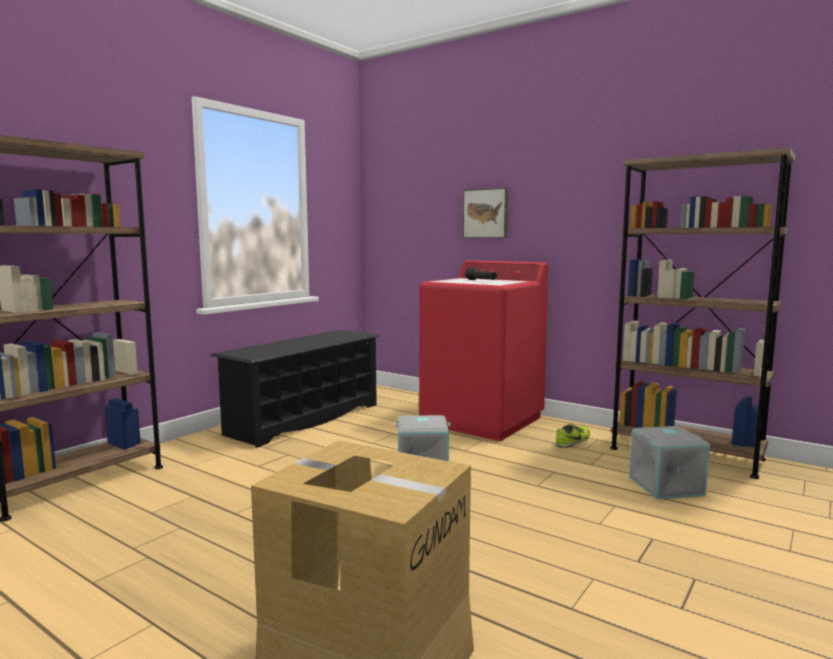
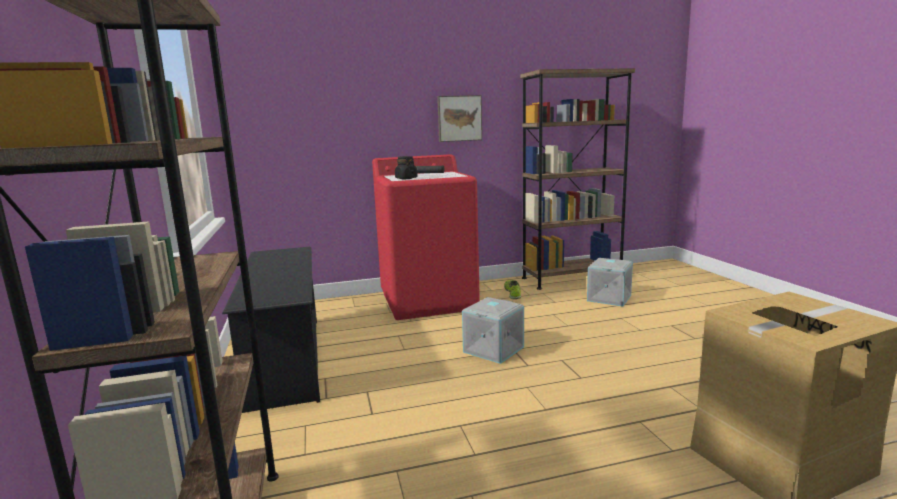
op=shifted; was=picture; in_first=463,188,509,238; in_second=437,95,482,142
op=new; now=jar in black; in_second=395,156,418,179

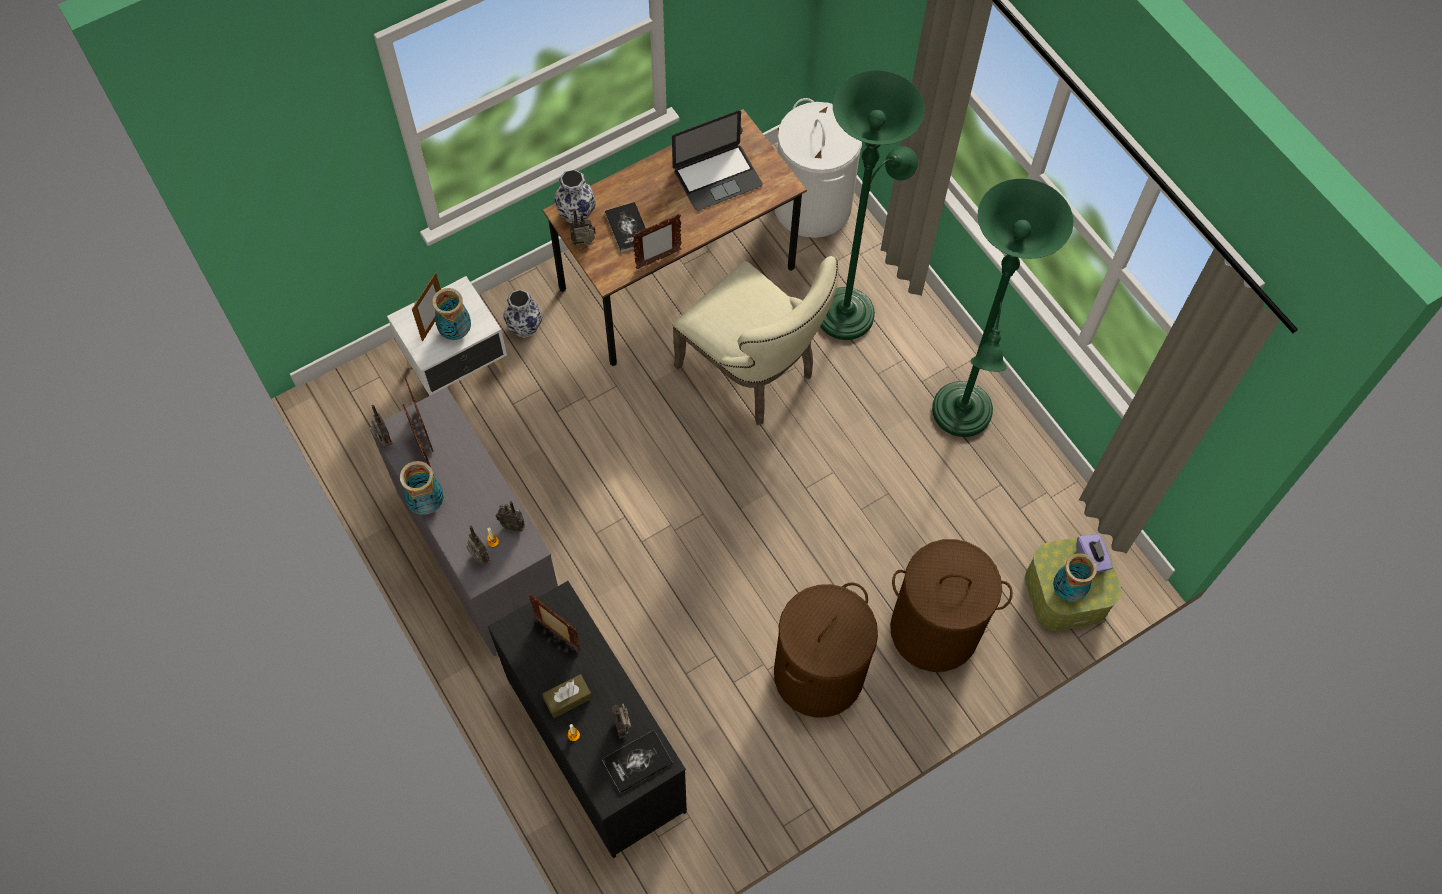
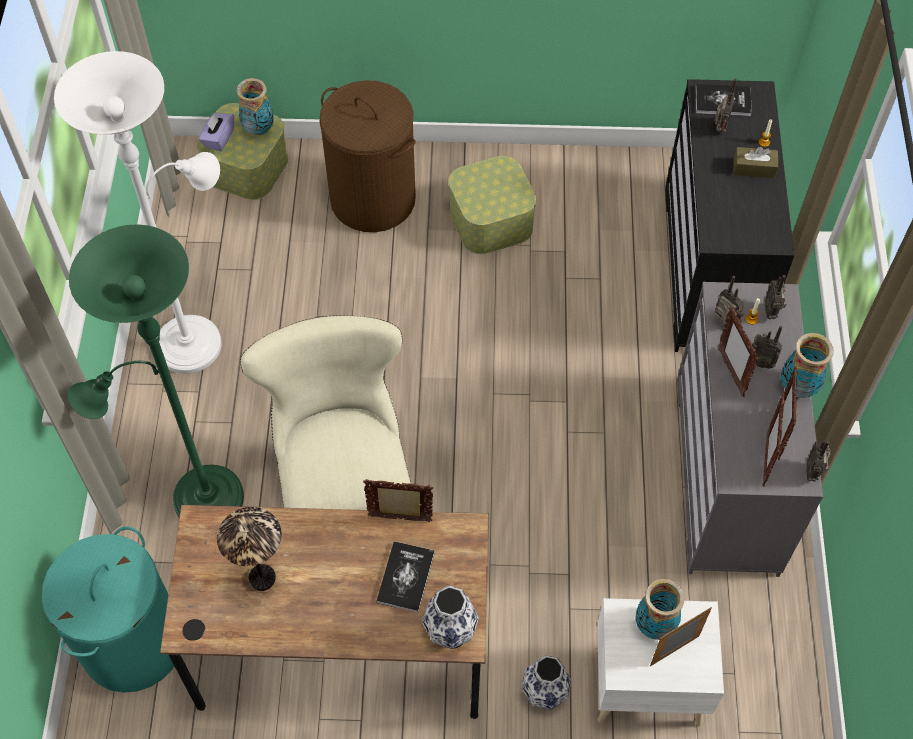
op=shifted; was=picture frame; in_first=528,593,580,652; in_second=718,306,759,397
op=shifted; was=radio; in_first=570,209,596,247; in_second=752,326,782,369
op=swapped; was=laptop; now=table lamp; in_first=672,110,763,211; in_second=217,507,282,591
op=repainted; was=laundry basket in white; now=laundry basket in turquoise; in_first=774,98,862,238; in_second=42,526,174,693
op=swapped; was=laundry basket in brown; now=storage box; in_first=774,582,878,718; in_second=449,156,536,254
op=repainted; was=floor lamp in green; now=floor lamp in white; in_first=932,179,1073,437; in_second=54,51,222,374

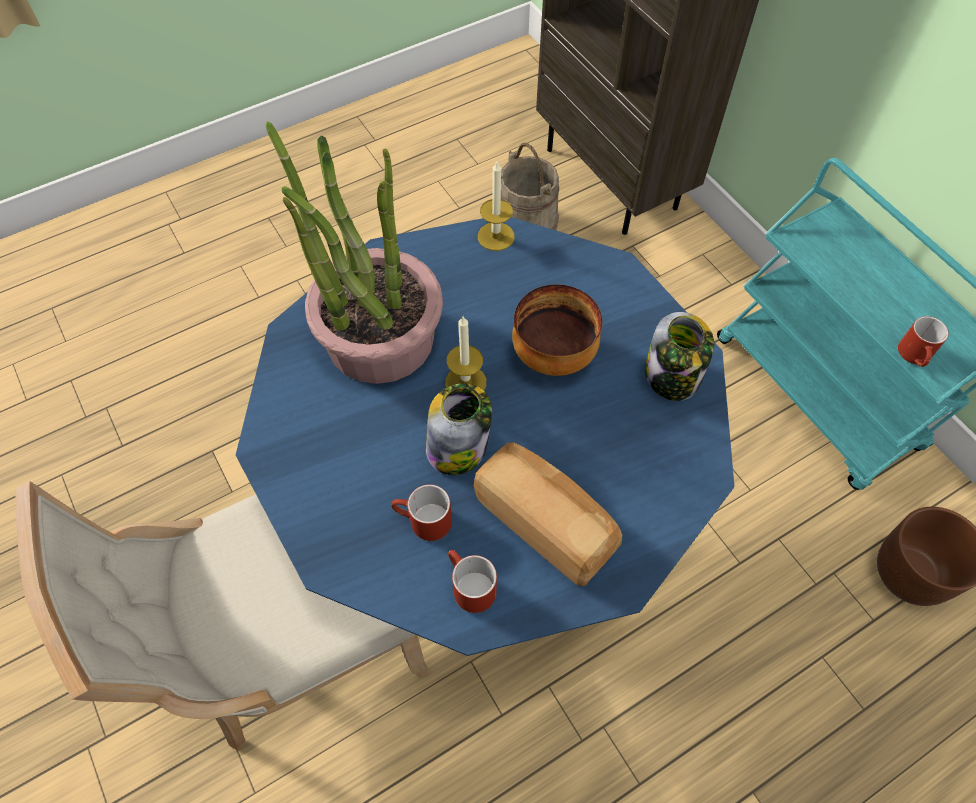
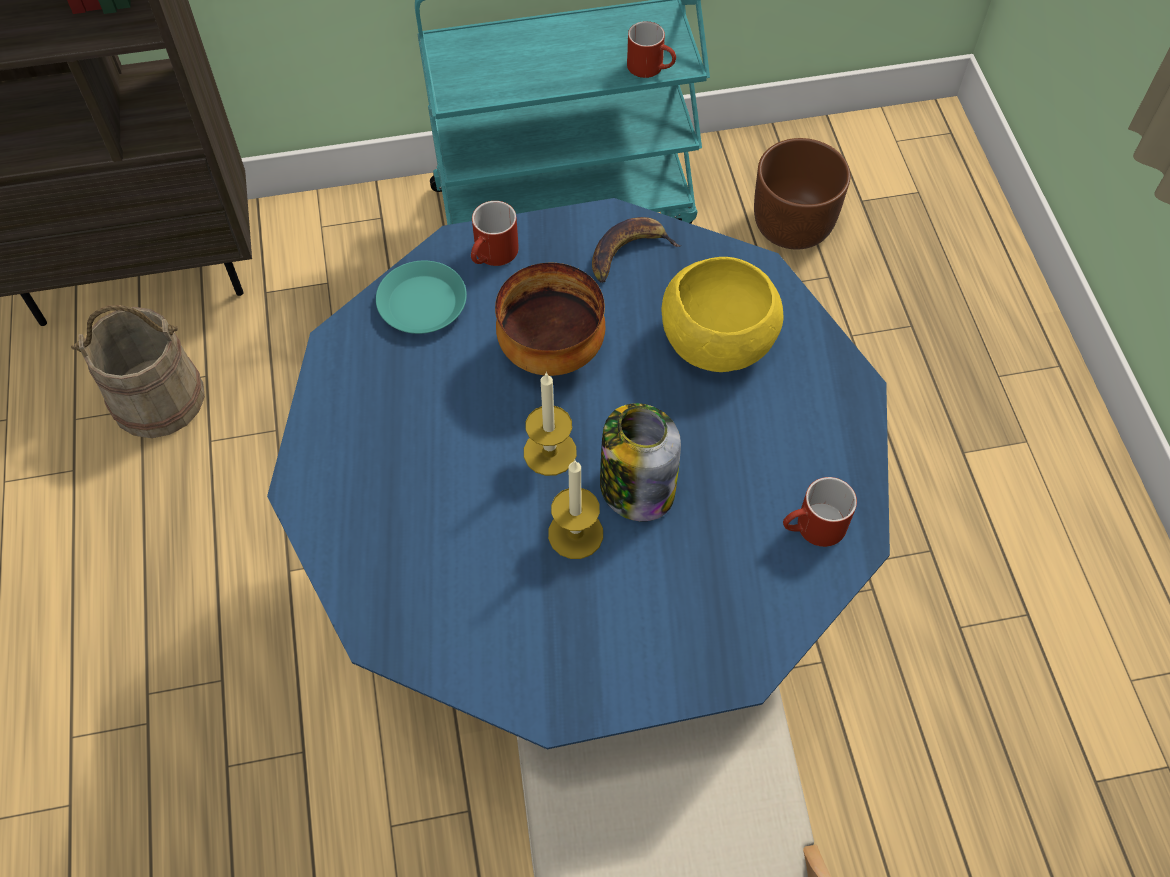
op=gone; was=potted plant; in_first=265,122,443,384
op=shifted; was=mug in red; in_first=391,484,452,541; in_second=471,201,519,266
op=gone; was=bread; in_first=474,443,622,586
op=shifted; was=candle; in_first=478,162,515,251; in_second=548,459,603,559
op=swapped; was=jar; now=banana; in_first=645,312,714,401; in_second=592,217,681,283
op=new; now=plate in turquoise; in_second=376,260,467,334
op=new; now=bowl in yellow; in_second=661,257,784,372

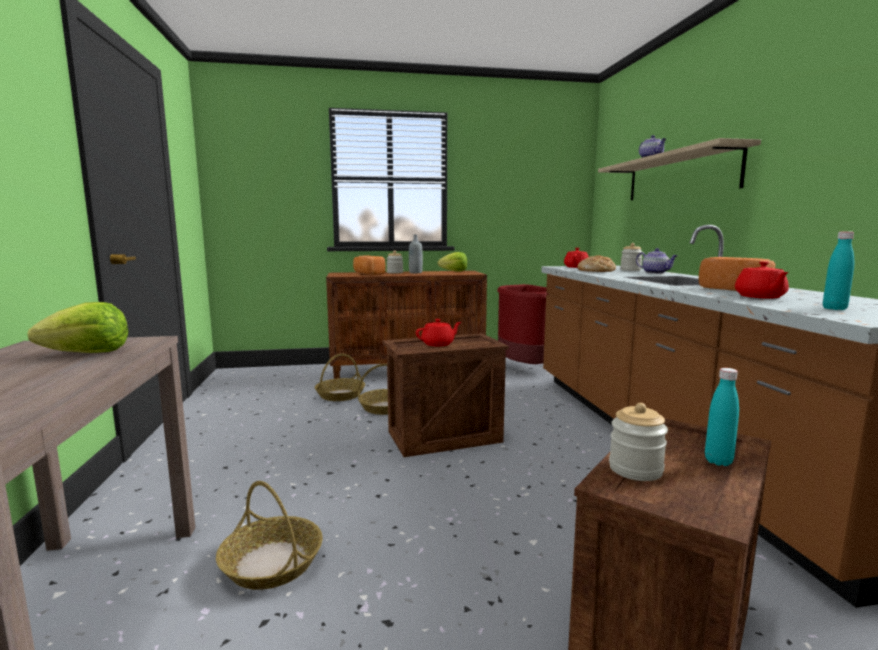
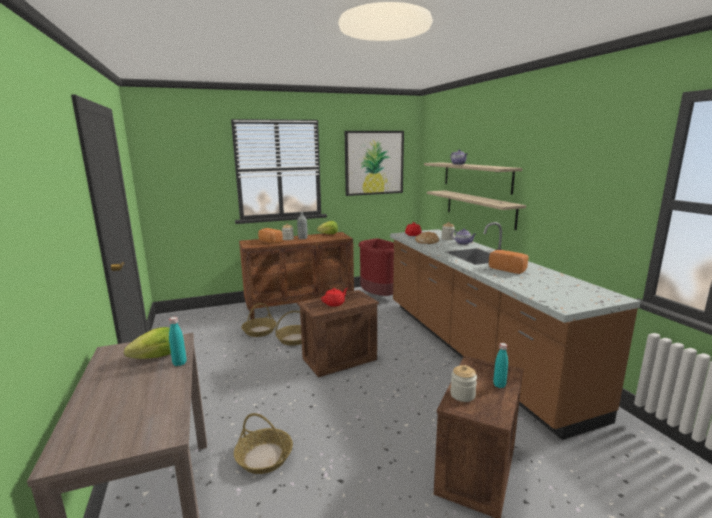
op=gone; was=teapot in red; in_first=735,261,789,299
op=shifted; was=bottle in turquoise; in_first=823,231,854,310; in_second=169,317,186,366
op=new; now=picture; in_second=345,131,404,196
op=new; now=shelf; in_second=427,190,526,230

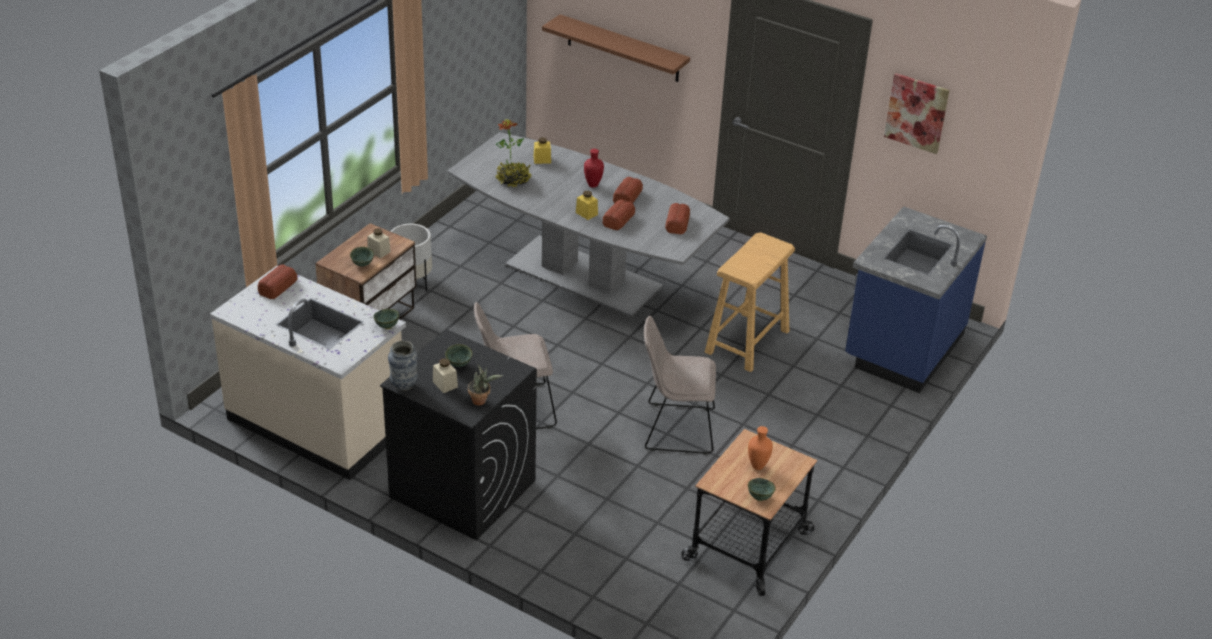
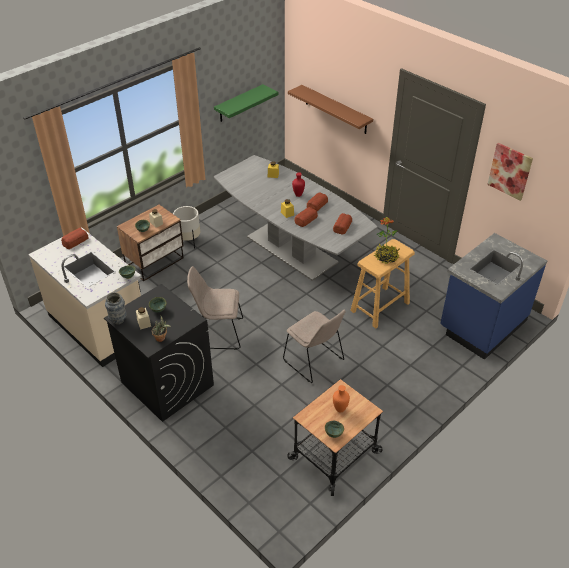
op=shifted; was=potted plant; in_first=495,119,532,187; in_second=374,217,400,264
op=rotated; was=chair in beige; in_first=644,316,716,455; in_second=283,310,346,383; clockwise=-150
op=new; now=shelf in green; in_second=214,84,279,122

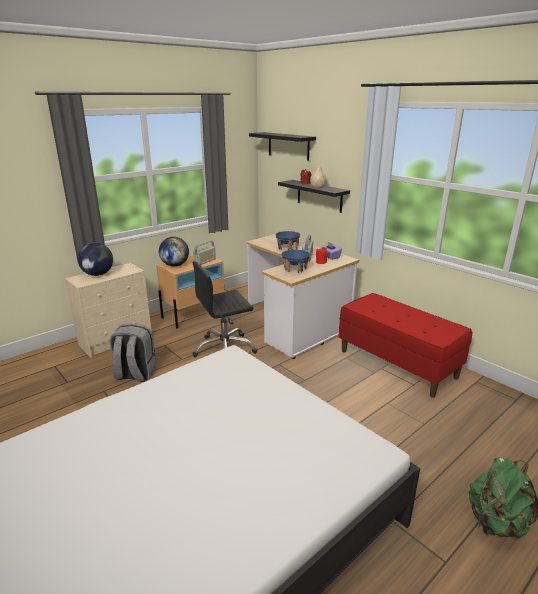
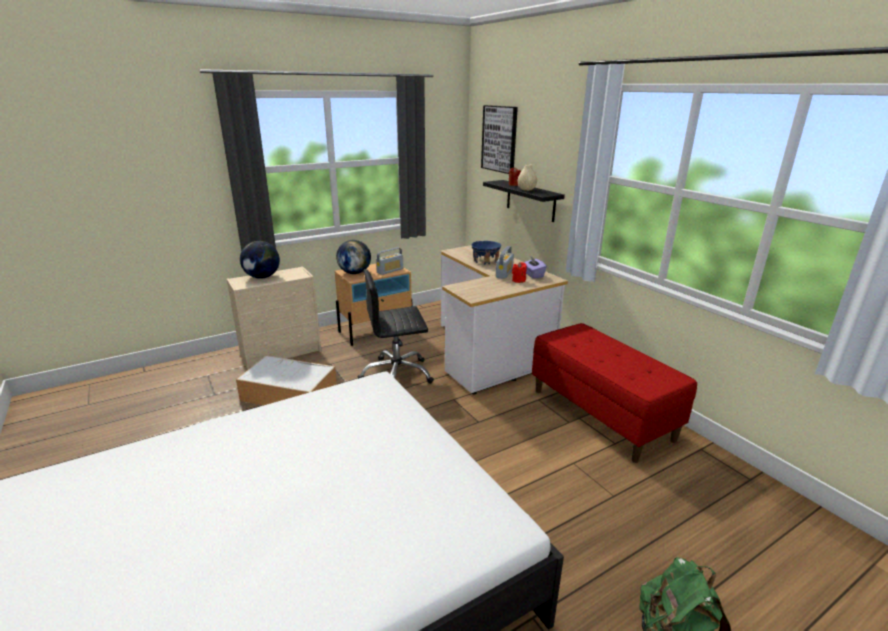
op=swapped; was=backpack in grey; now=storage box; in_first=110,323,157,382; in_second=236,355,337,405
op=swapped; was=shelf in black; now=picture; in_first=249,132,316,161; in_second=481,105,518,174
op=gone; was=bowl in blue; in_first=281,249,310,273

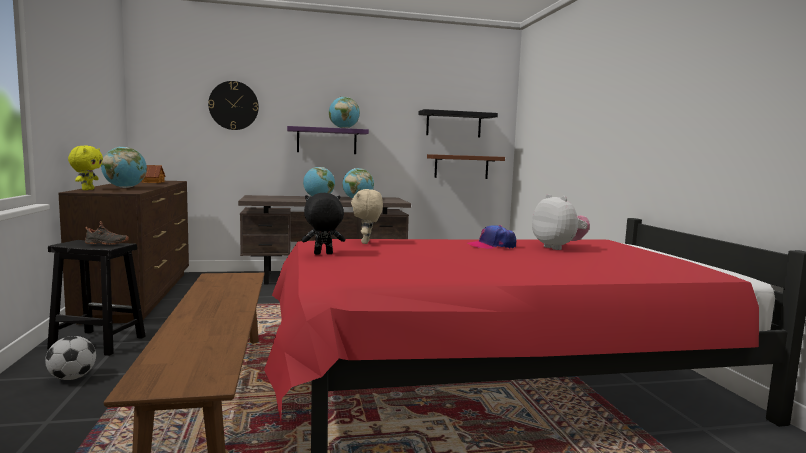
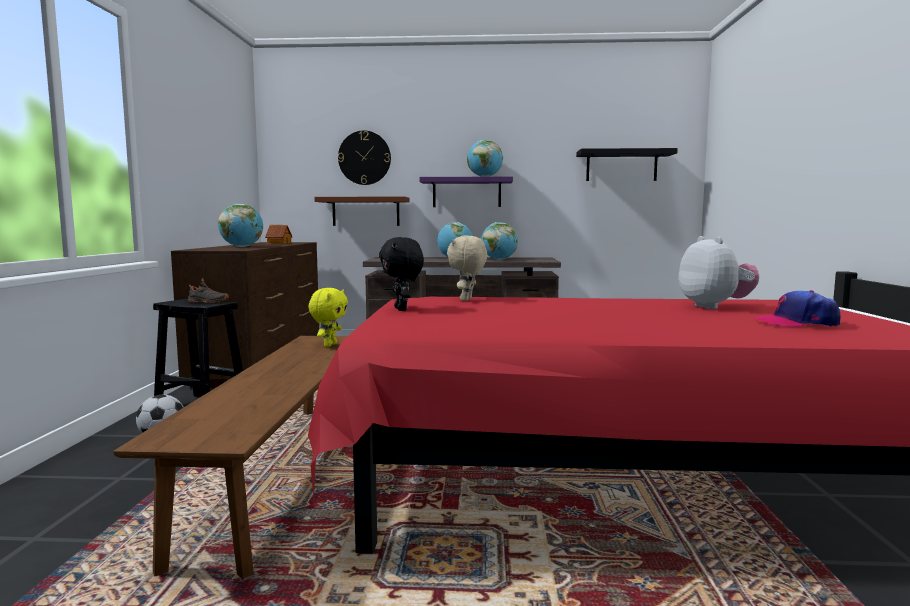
op=shifted; was=plush toy in yellow; in_first=68,146,103,190; in_second=308,288,348,347
op=rotated; was=plush toy in black; in_first=302,193,345,255; in_second=379,237,424,311; clockwise=-105
op=shifted; was=shelf in brown; in_first=427,154,505,179; in_second=314,197,409,226
op=shifted; was=cap; in_first=467,225,516,249; in_second=755,290,841,327

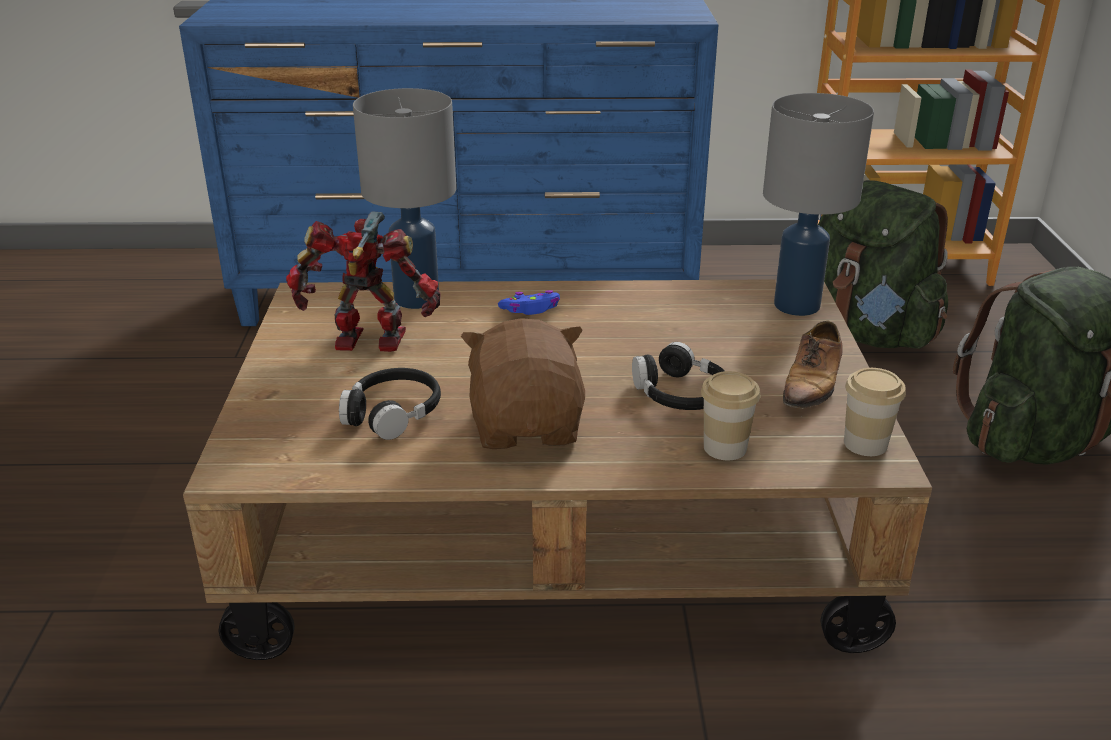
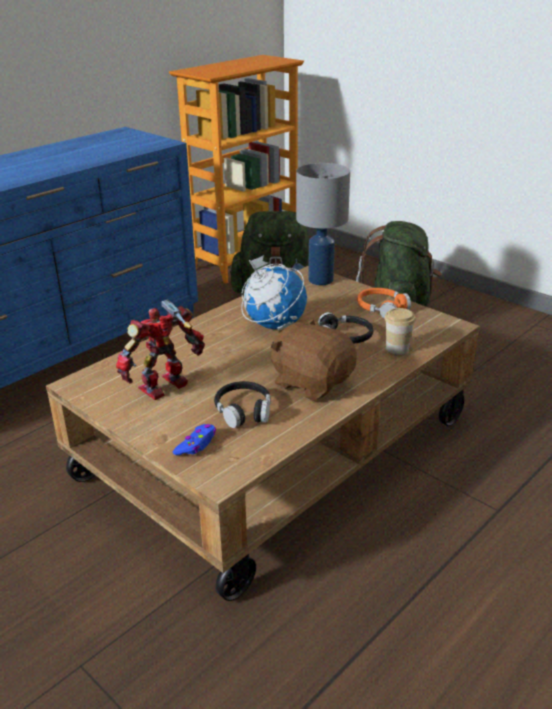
op=gone; was=table lamp in grey; in_first=353,88,456,309
op=shifted; was=game controller in blue; in_first=498,290,560,315; in_second=173,424,216,455
op=swapped; was=shoe; now=headphones in orange; in_first=783,321,843,417; in_second=357,288,411,318
op=gone; was=cup; in_first=844,368,906,456
op=new; now=globe; in_second=241,255,307,330

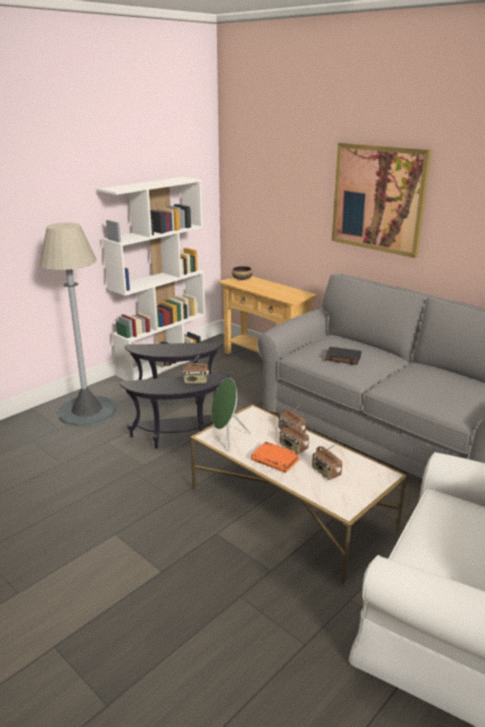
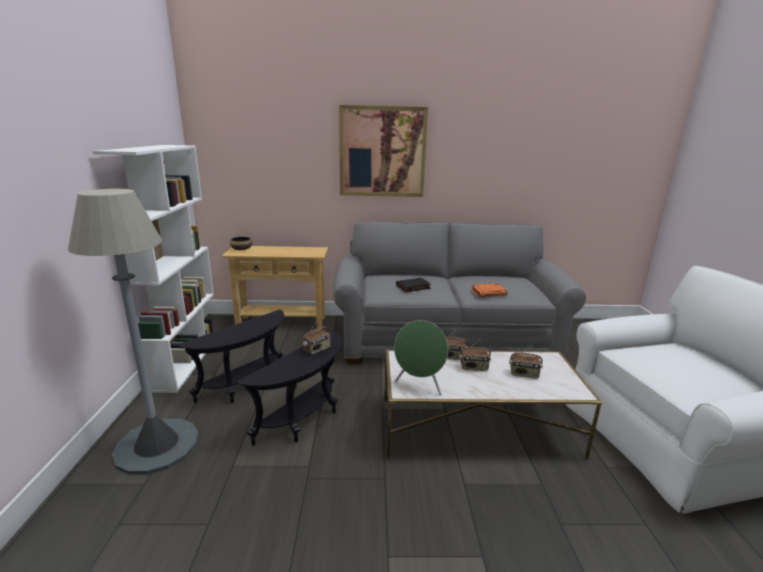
op=shifted; was=book in orange; in_first=251,442,300,473; in_second=471,283,507,297

